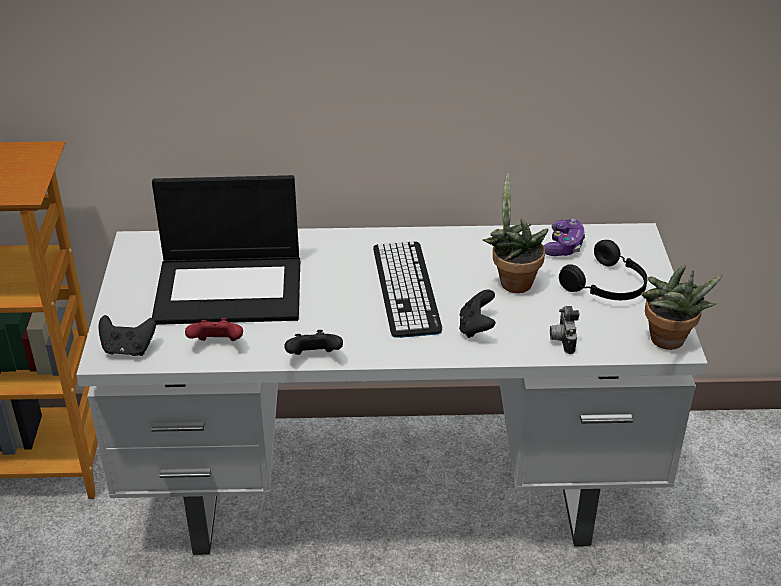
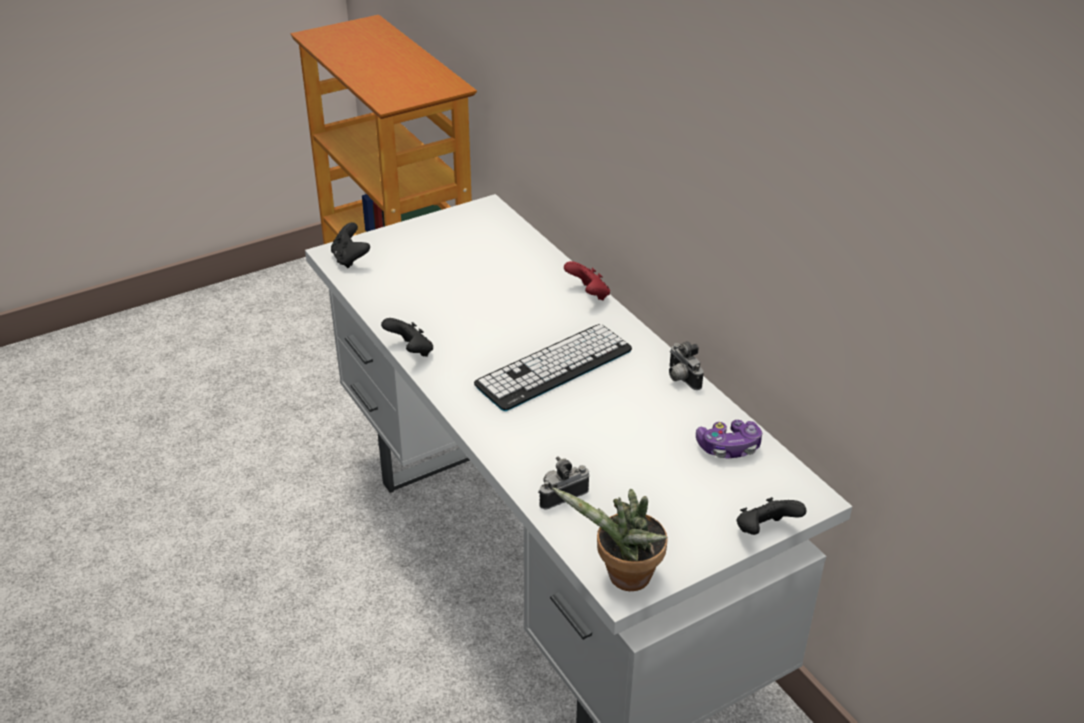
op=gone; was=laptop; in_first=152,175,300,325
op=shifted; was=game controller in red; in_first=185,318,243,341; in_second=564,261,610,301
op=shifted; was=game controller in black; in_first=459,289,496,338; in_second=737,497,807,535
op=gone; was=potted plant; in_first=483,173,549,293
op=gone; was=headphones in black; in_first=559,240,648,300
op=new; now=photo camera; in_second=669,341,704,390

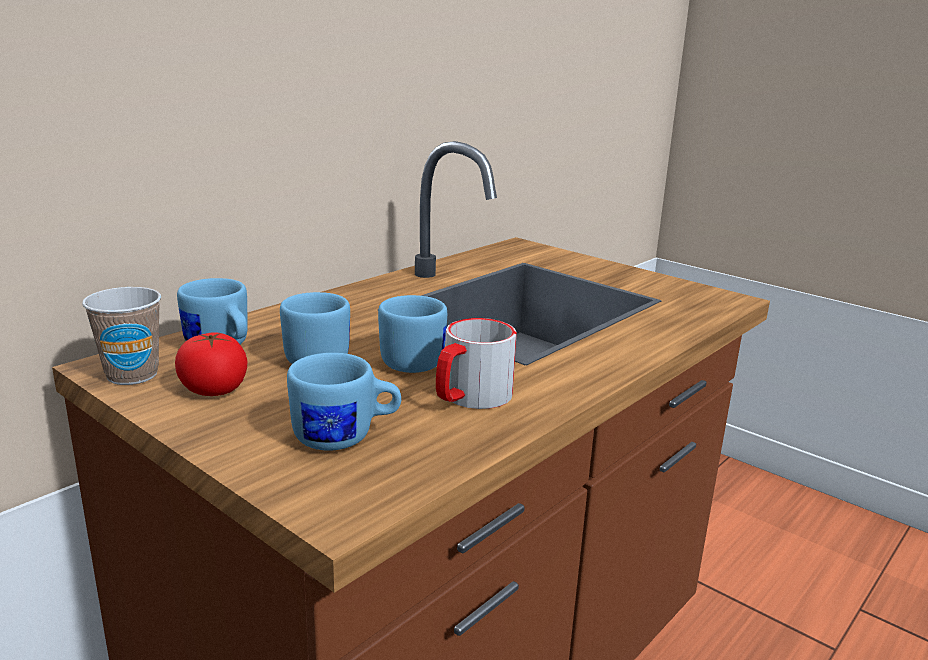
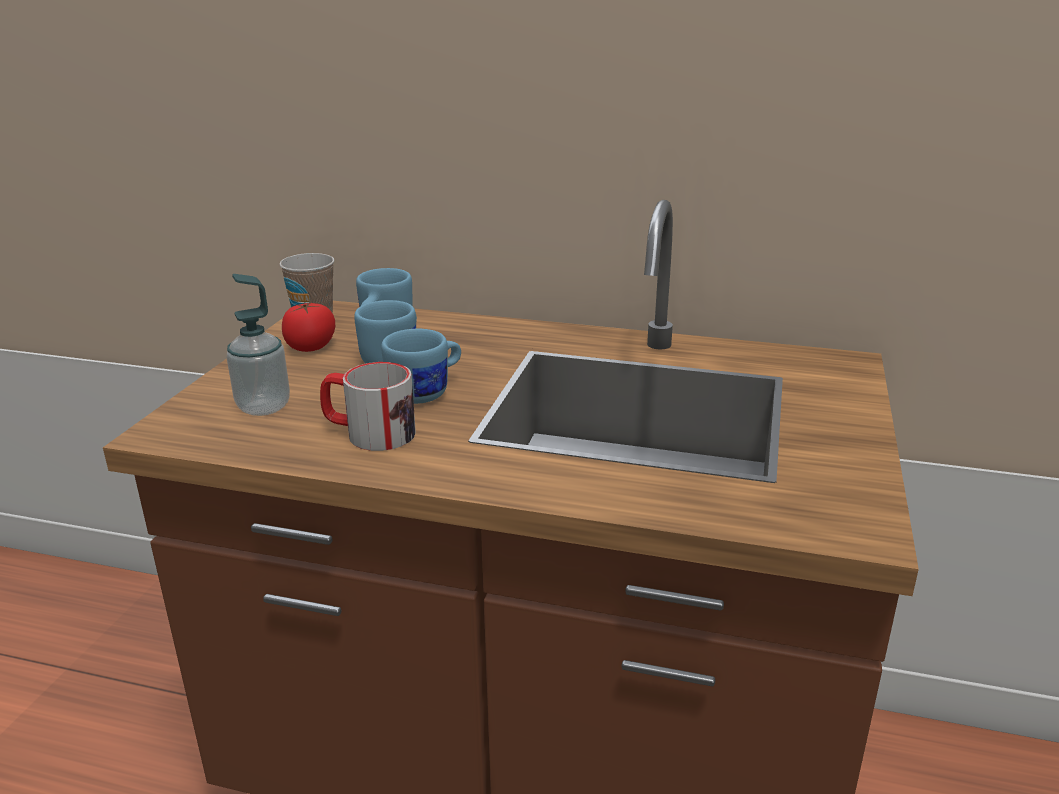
op=swapped; was=mug in blue; now=soap dispenser; in_first=287,353,401,451; in_second=227,274,290,416

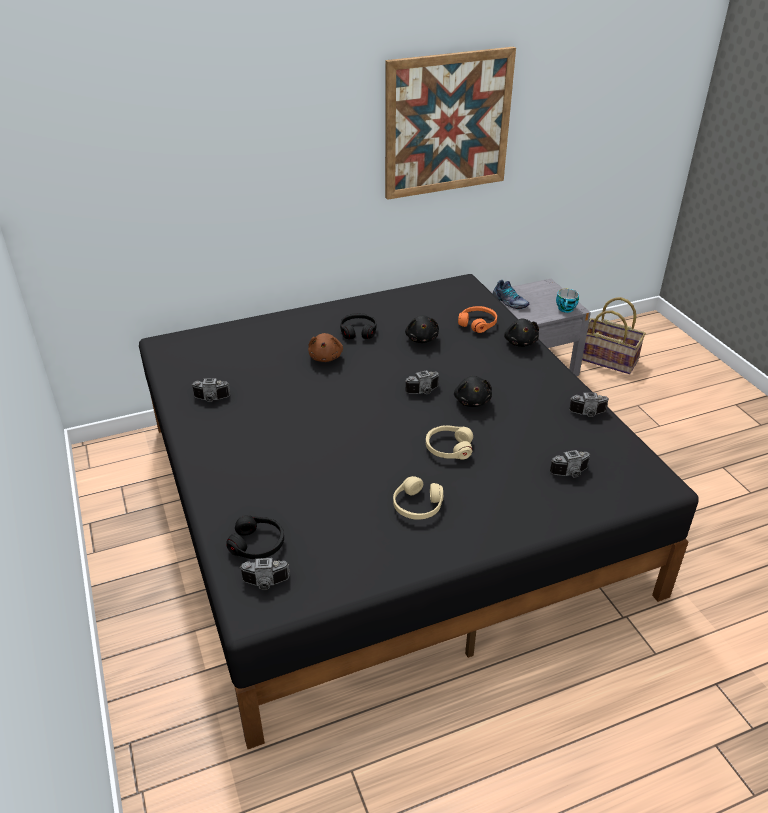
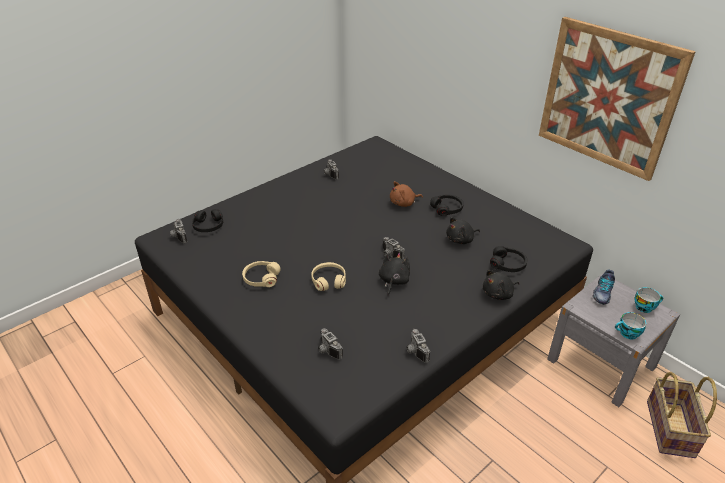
op=rotated; was=plush toy in black; in_first=454,376,492,407; in_second=379,252,410,295; clockwise=135
op=repainted; was=headphones in orange; now=headphones in black; in_first=458,306,497,333; in_second=490,246,527,272
op=new; now=cup; in_second=634,287,663,313

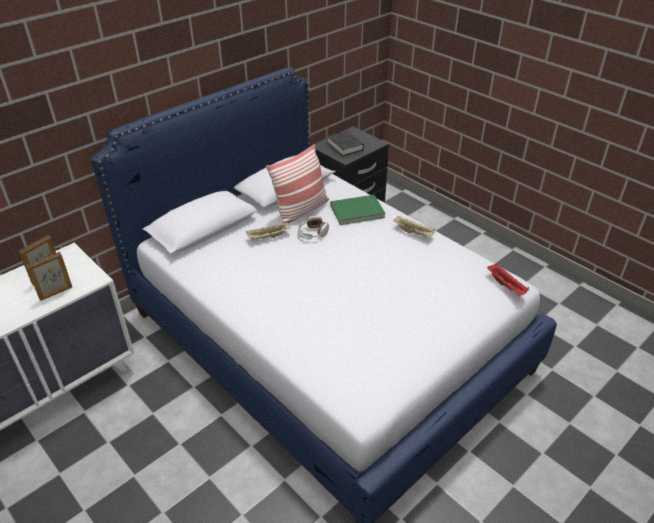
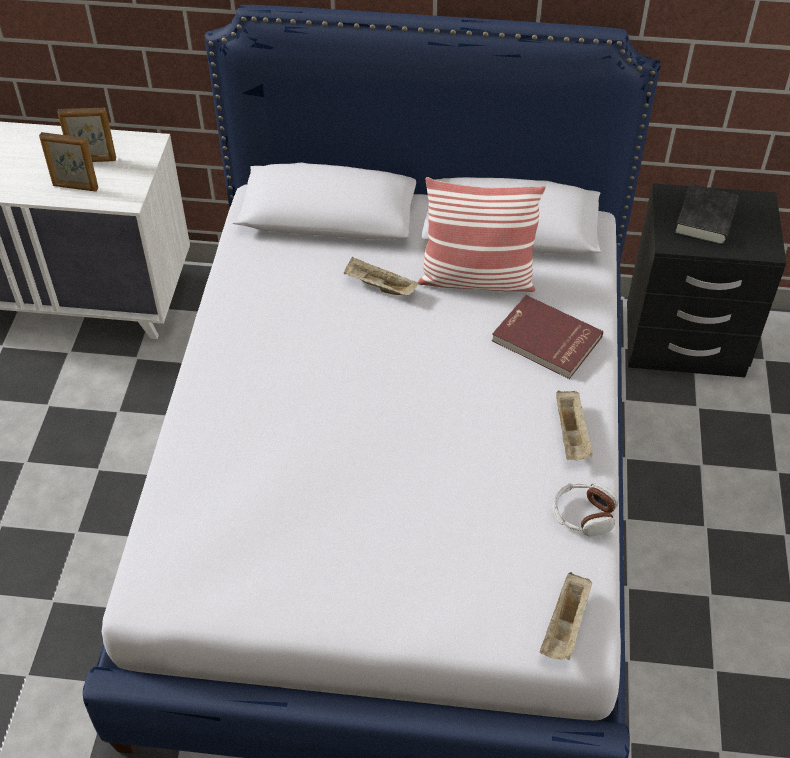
op=shifted; was=headphones; in_first=298,216,329,239; in_second=553,483,618,536
op=repainted; was=book in green; now=book in red; in_first=331,195,385,225; in_second=492,295,603,379
op=repainted; was=tray in red; now=tray in beige; in_first=487,264,529,296; in_second=540,572,593,660

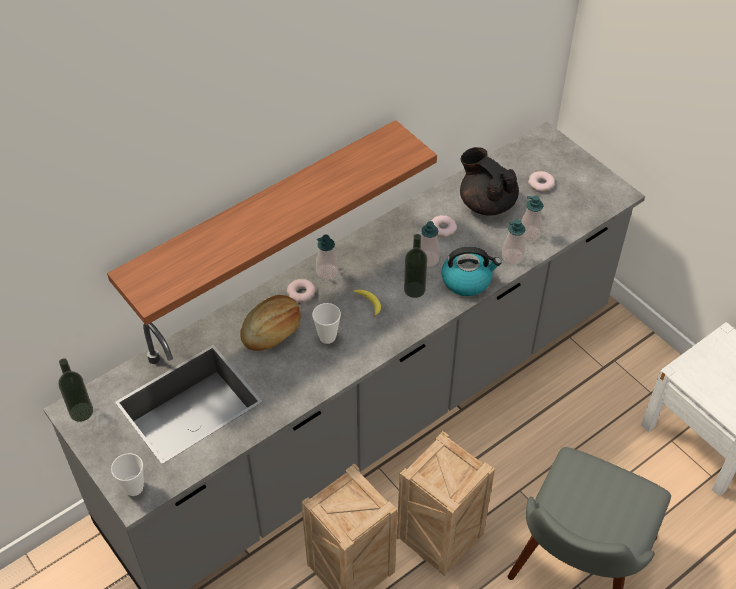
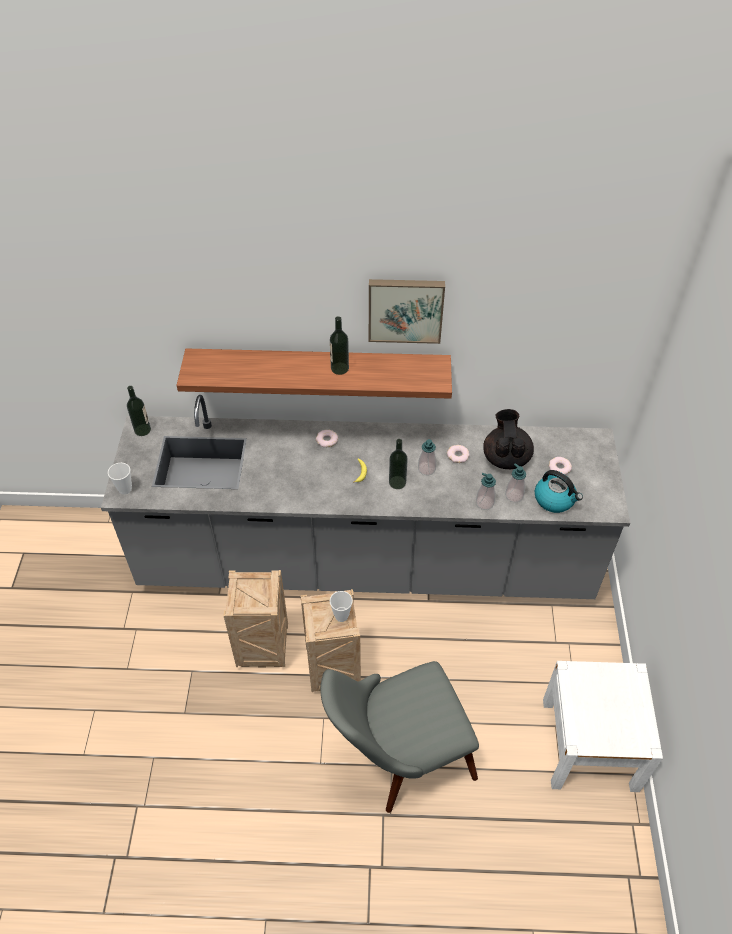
op=gone; was=bread; in_first=240,295,301,351
op=shifted; was=cup; in_first=312,303,341,344; in_second=330,591,353,622
op=gone; was=soap dispenser; in_first=316,235,339,280
op=shifted; was=kettle; in_first=442,247,502,296; in_second=535,470,583,513
op=new; now=bottle; in_second=330,316,349,375
op=new; now=picture; in_second=369,279,445,344

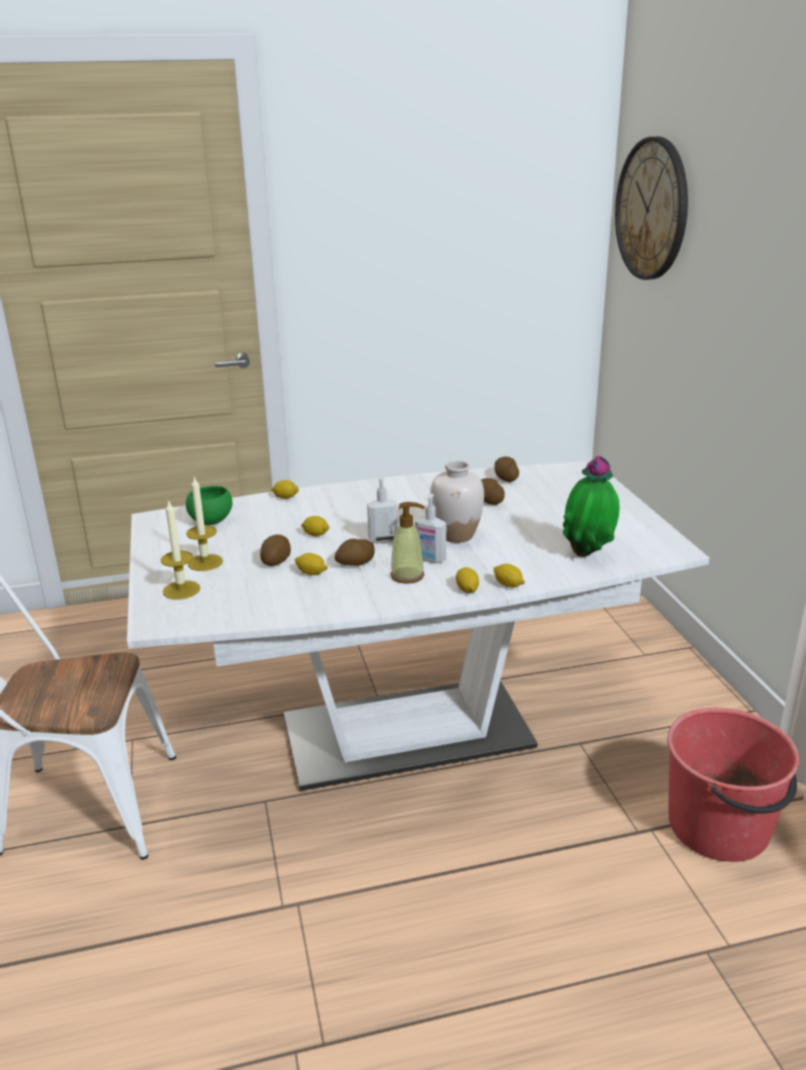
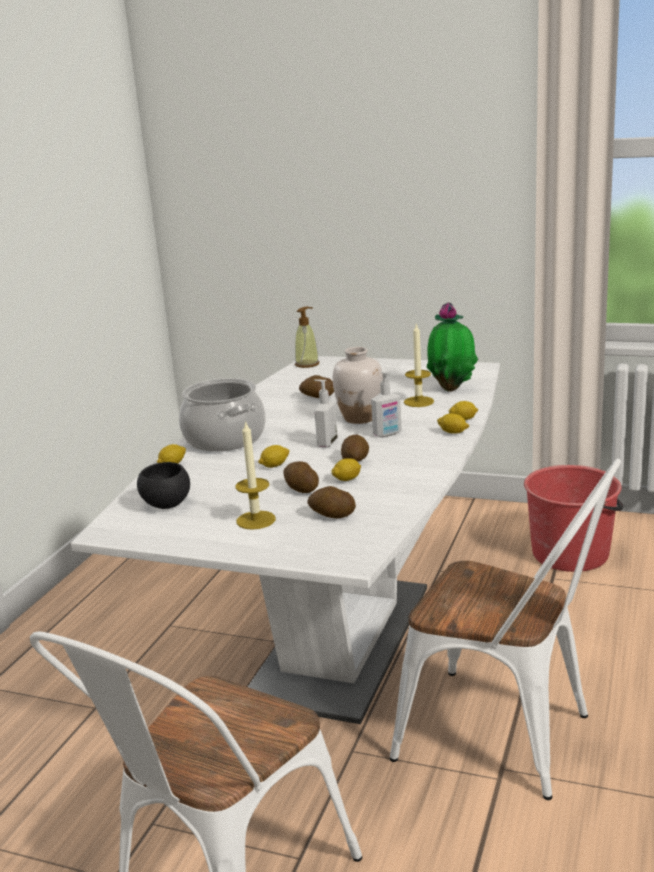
op=shifted; was=candle; in_first=161,499,200,599; in_second=404,324,434,407
op=repainted; was=bowl in green; now=bowl in black; in_first=186,486,232,525; in_second=137,462,190,509
op=shifted; was=soap dispenser; in_first=390,502,425,584; in_second=295,306,319,368
op=shifted; was=potato; in_first=494,457,519,482; in_second=307,486,356,518
op=gone; was=wall clock; in_first=615,136,688,280
op=new; now=cooking pot; in_second=179,378,266,452
op=new; now=chair in white; in_second=390,459,621,800

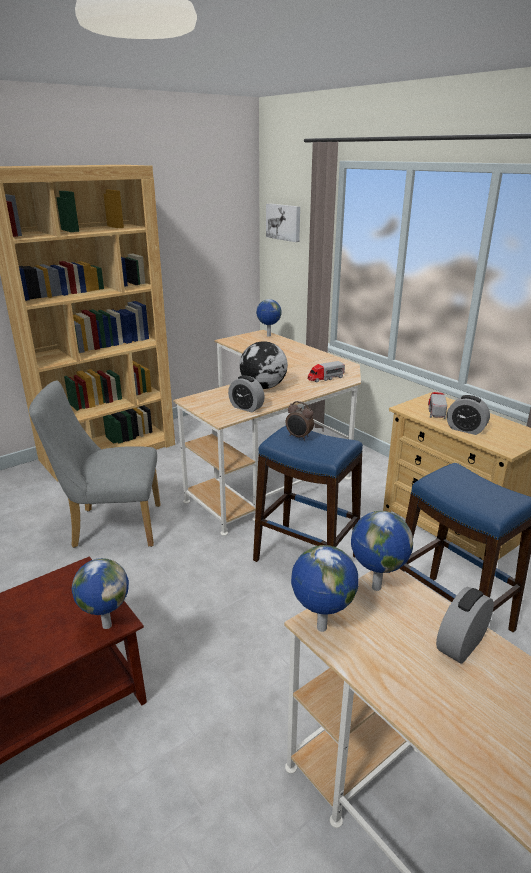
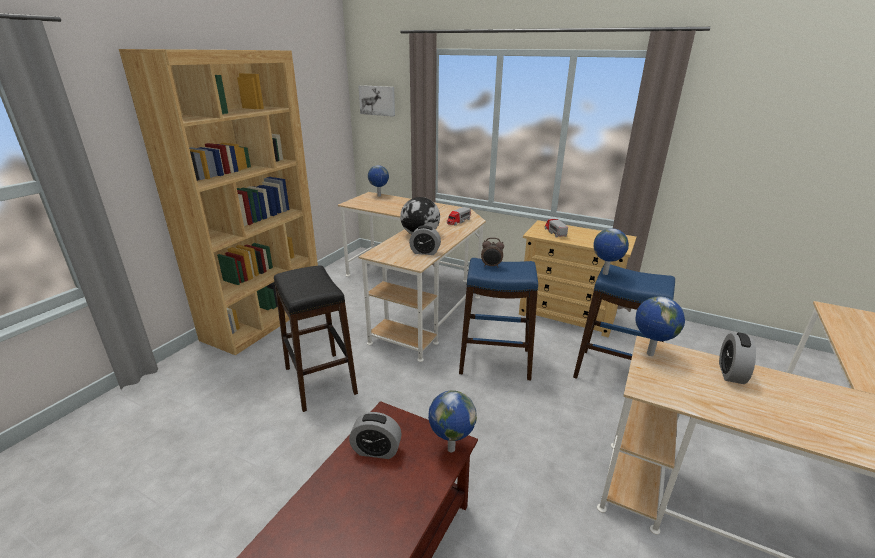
op=swapped; was=chair in grey; now=stool in black; in_first=29,381,161,548; in_second=274,265,358,412
op=shifted; was=globe; in_first=291,545,359,632; in_second=594,228,629,275
op=shifted; was=alarm clock; in_first=447,395,490,435; in_second=349,412,402,459

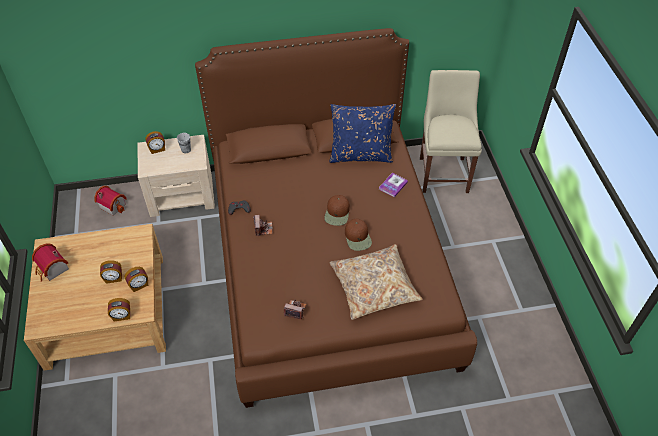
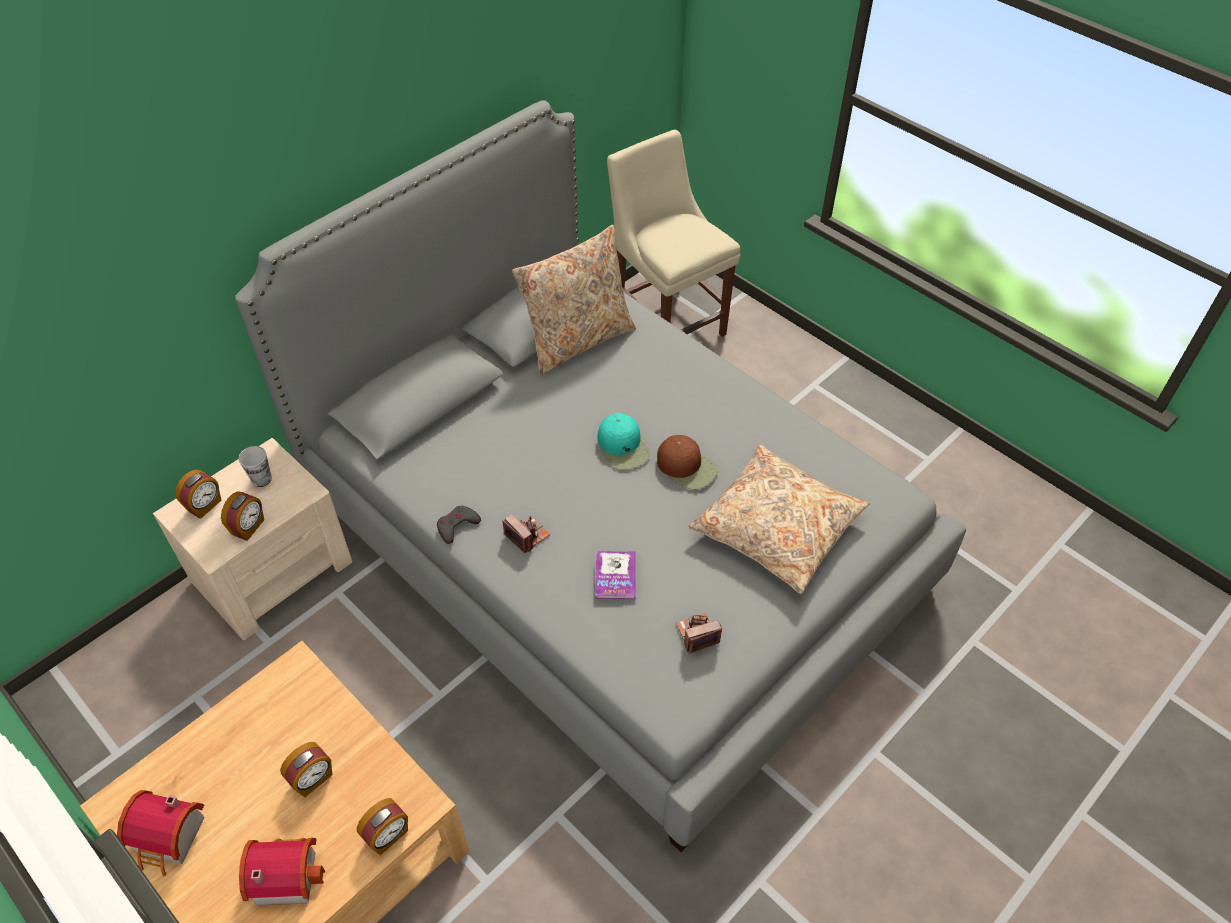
op=shifted; was=toy house; in_first=95,186,127,216; in_second=239,838,325,905
op=shifted; was=alarm clock; in_first=125,267,148,292; in_second=221,491,264,541
op=repainted; was=bed in brown; now=bed in grey; in_first=195,28,477,408; in_second=235,100,966,852
op=repainted; was=cap in brown; now=cap in turquoise; in_first=324,195,350,226; in_second=598,413,650,470
op=repainted; was=pillow in blue; now=pillow in beige; in_first=330,104,396,163; in_second=512,225,636,376
op=shifted; was=book; in_first=379,173,408,198; in_second=595,551,636,599

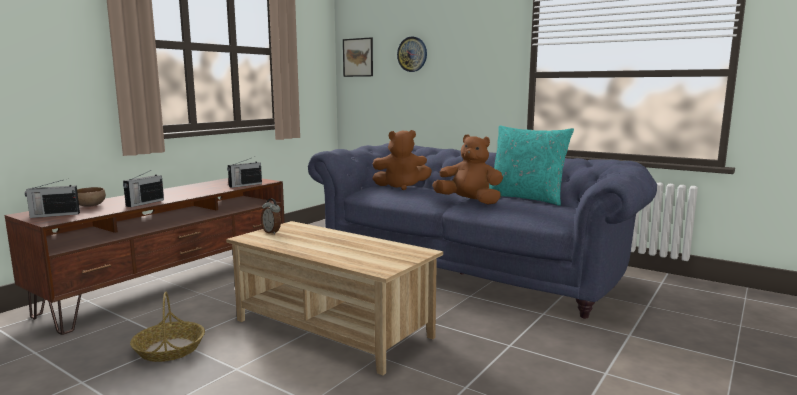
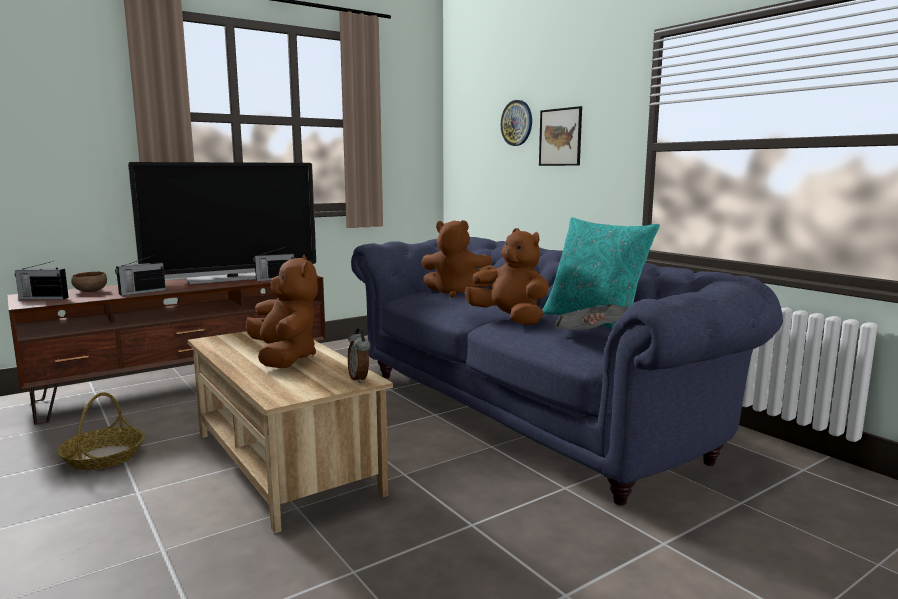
op=shifted; was=alarm clock; in_first=261,198,281,235; in_second=348,329,370,383
op=shifted; was=picture; in_first=343,37,373,77; in_second=539,106,582,166
op=new; now=television; in_second=128,162,316,285
op=new; now=plush toy in brown; in_second=246,255,318,368
op=new; now=newspaper; in_second=555,304,628,330

